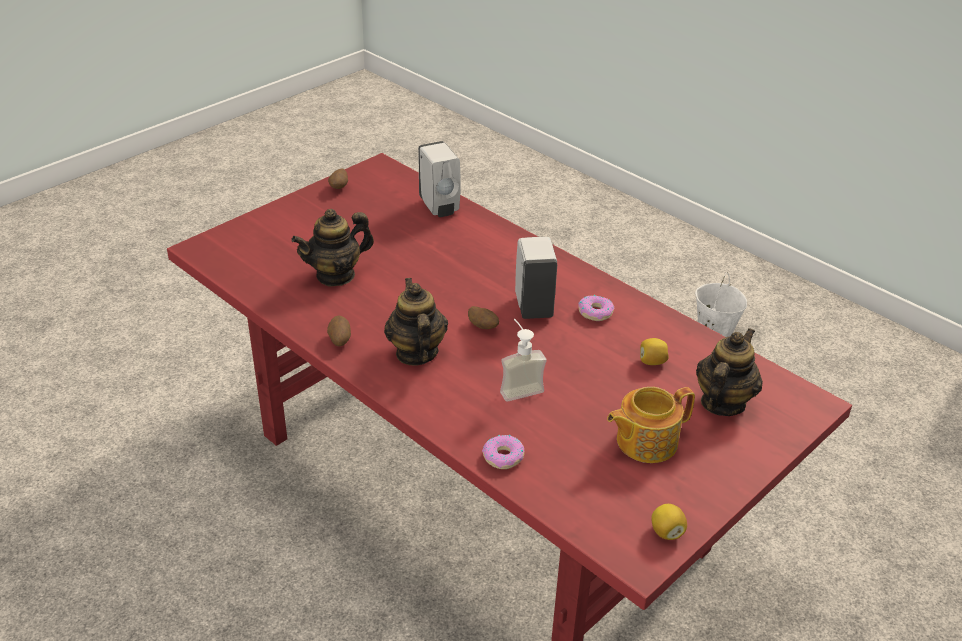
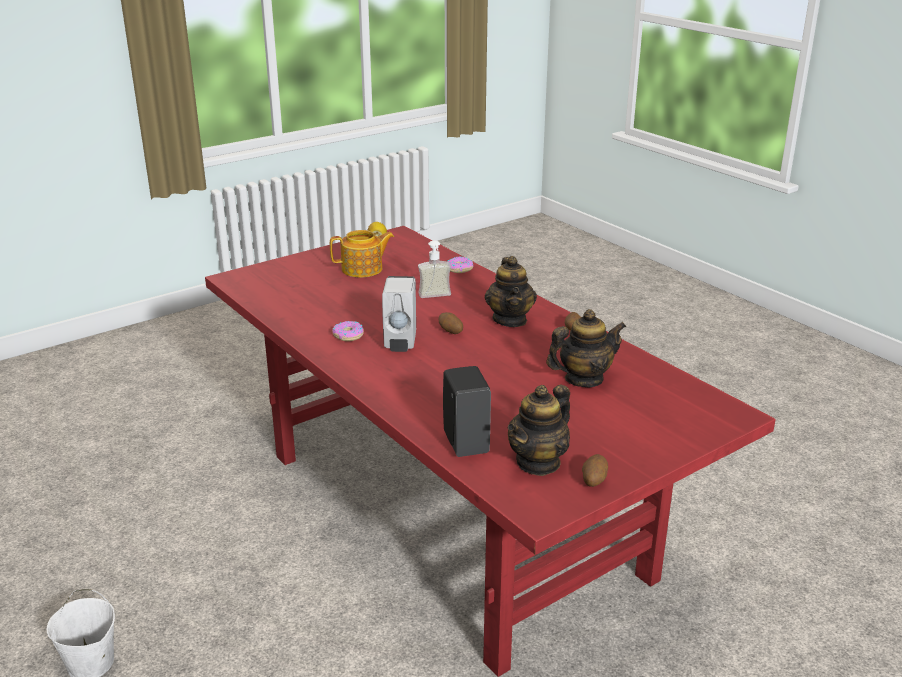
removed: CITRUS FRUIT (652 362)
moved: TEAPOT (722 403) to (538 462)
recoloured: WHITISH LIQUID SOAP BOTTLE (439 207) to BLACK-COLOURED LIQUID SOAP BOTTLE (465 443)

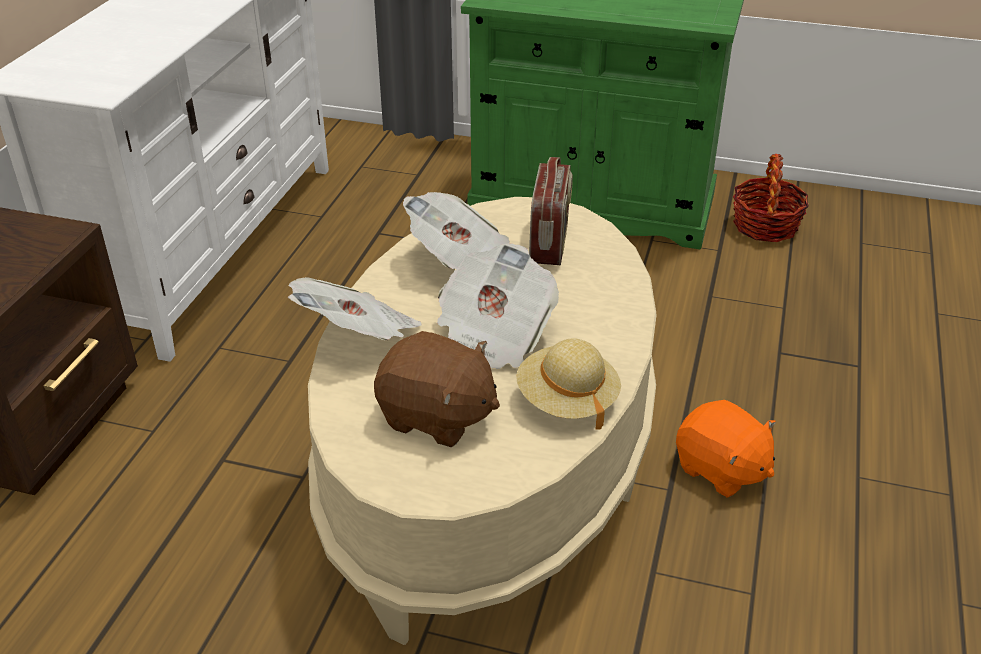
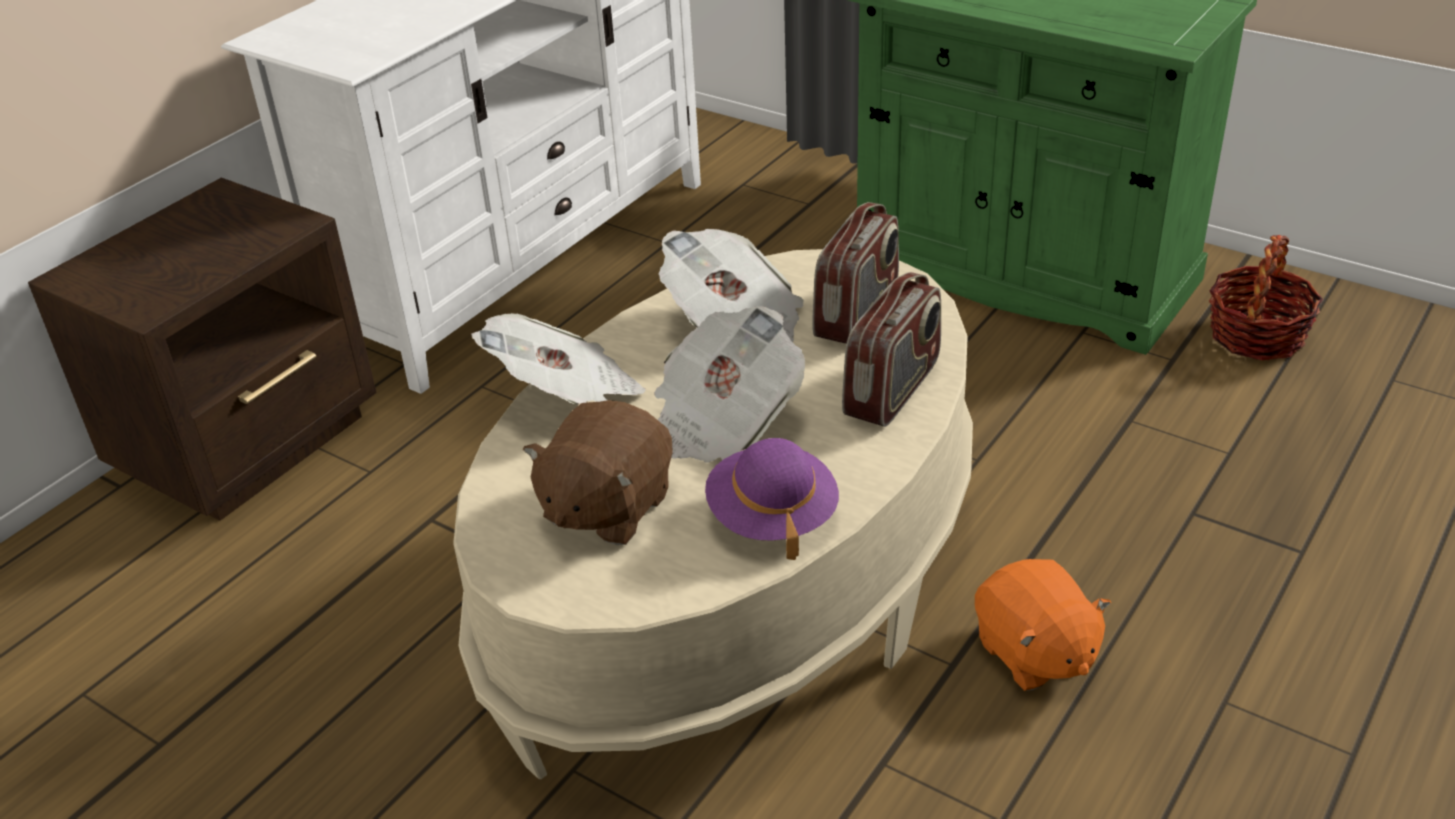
added: RADIO RECEIVER (893 389)
recoloured: BEIGE-COLOURED HAT (567 400) to PURPLE HAT (772 516)
turned: BROWN SOFT TOY (436 417) = (606 507) 75 degrees clockwise

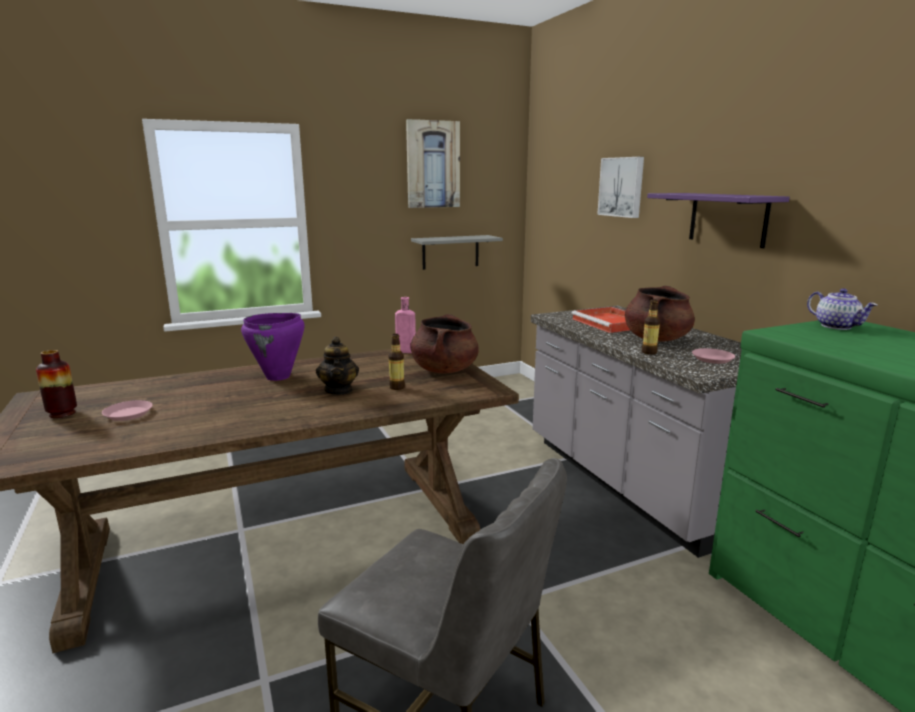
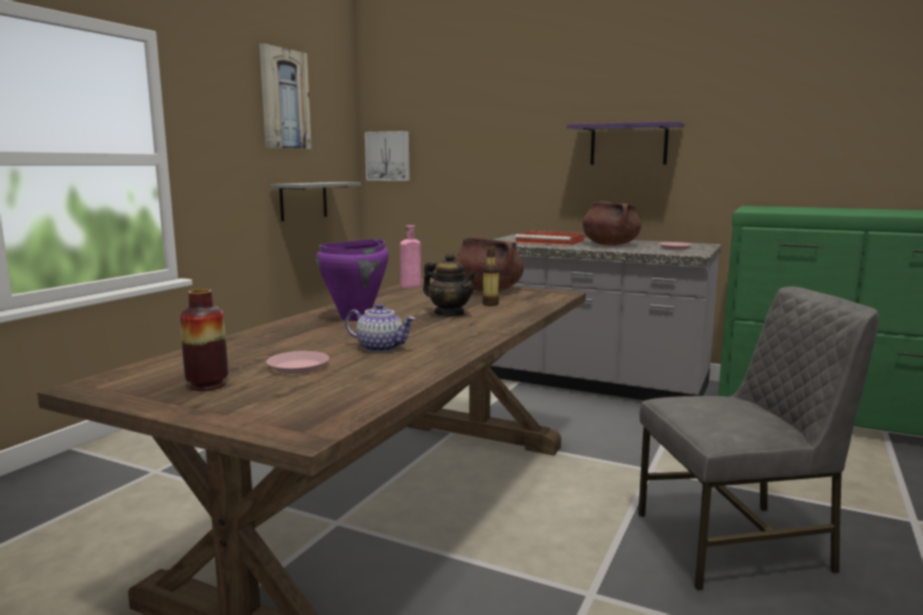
removed: BEVERAGE BOTTLE (649 352)
moved: WALL ART (622 187) to (388 156); TEAPOT (837 326) to (381 348)

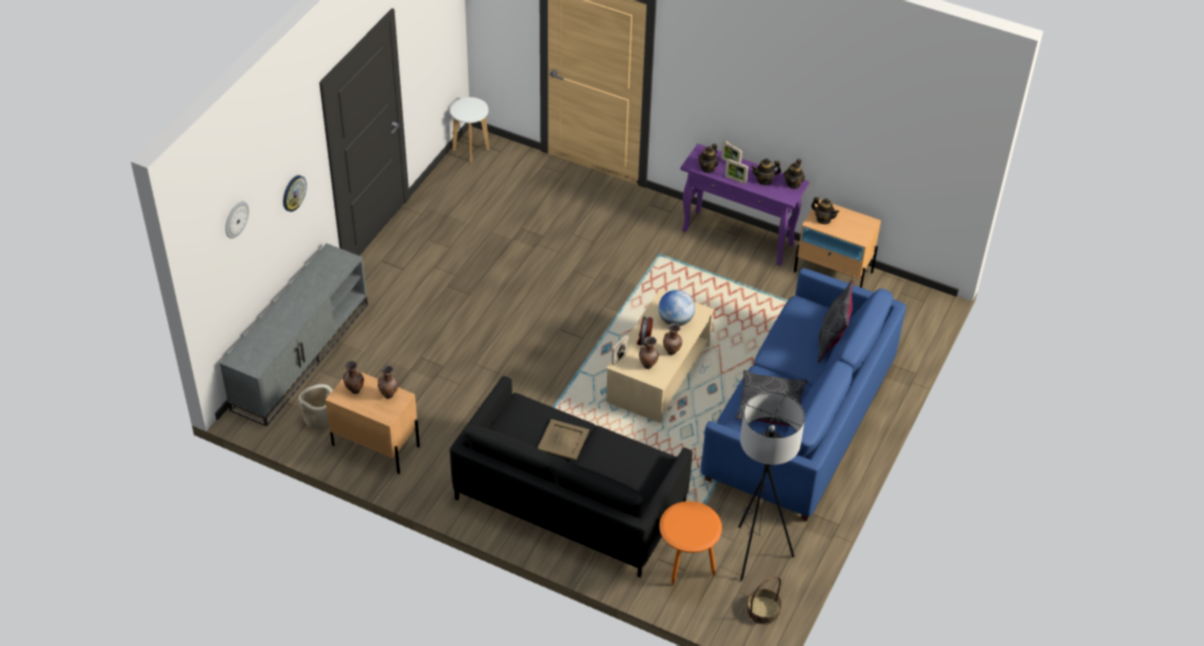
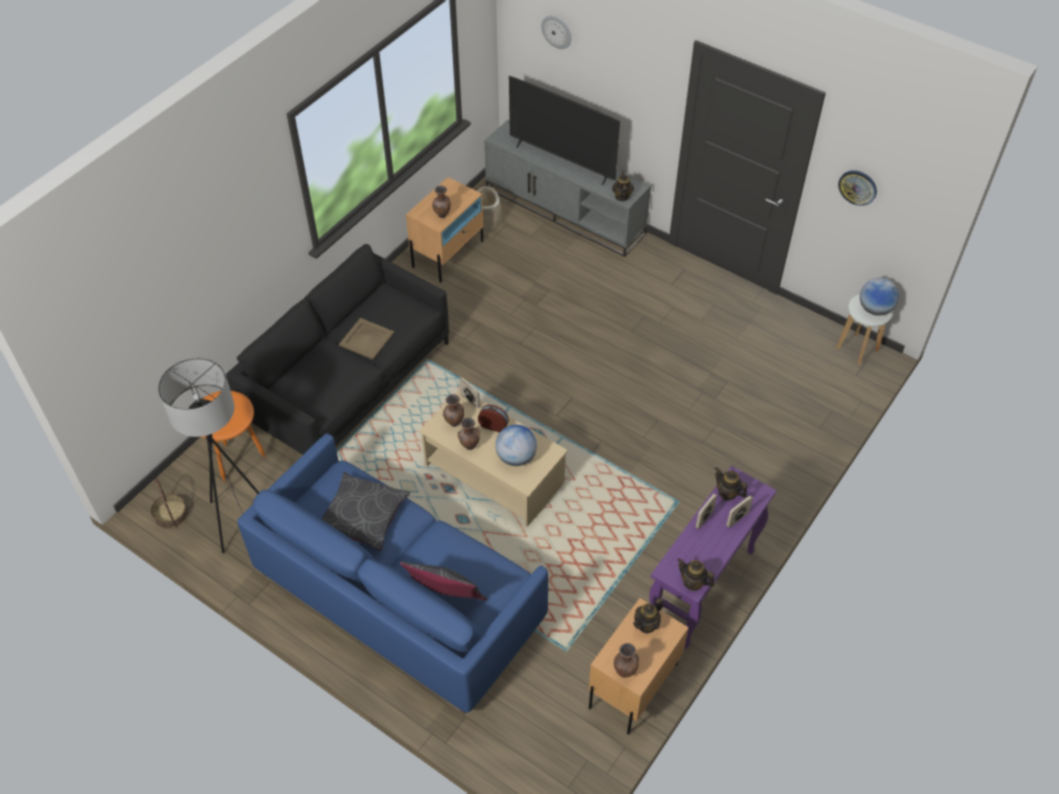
added: TV (562 162); GLOBE (875 309)
moved: TEAPOT (764 180) to (622 196); CLOCK ON THE WALL (293 193) to (858 187); BROWN VASE (354 390) to (624 671)

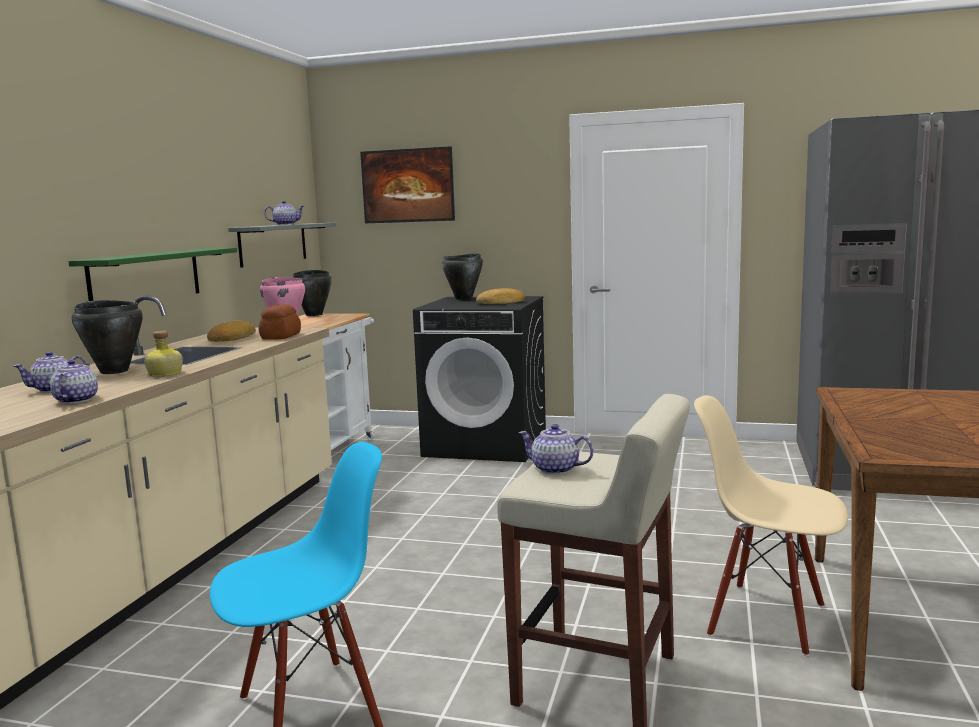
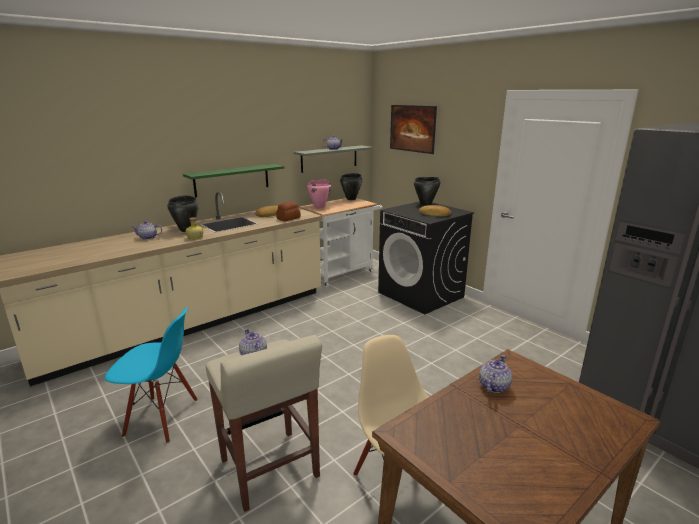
moved: TEAPOT (75 400) to (493 386)

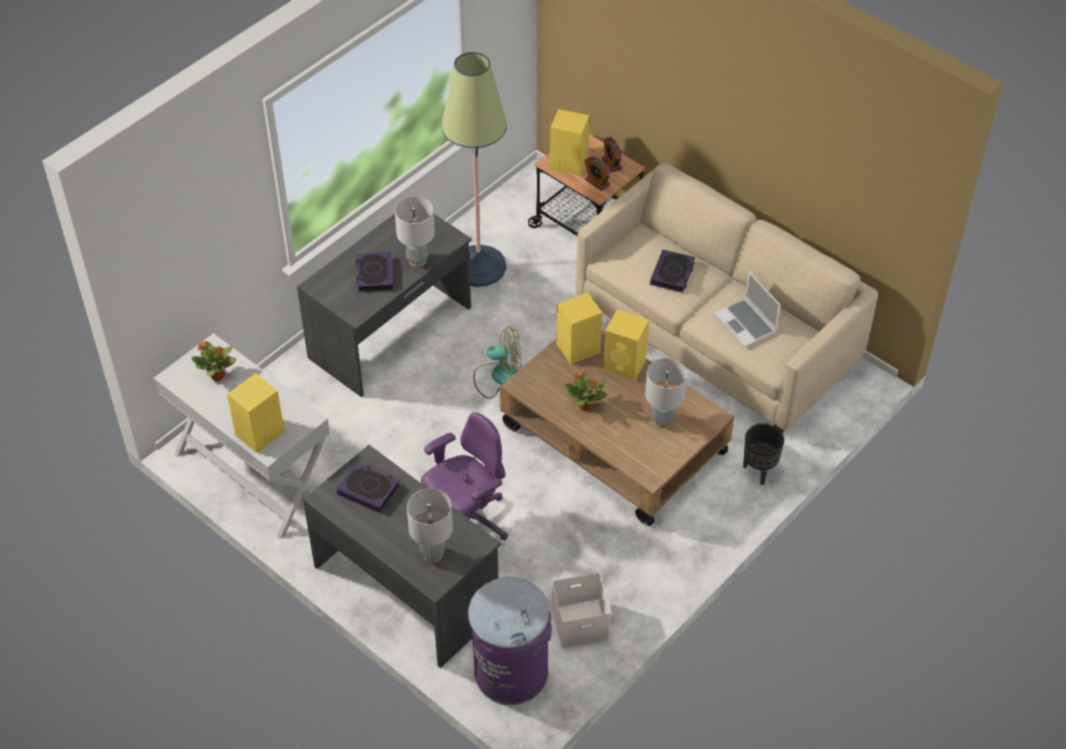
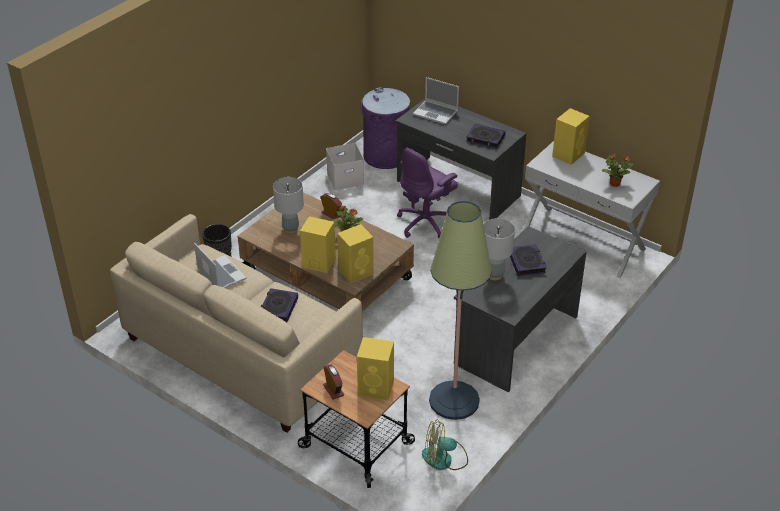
moved: ALARM CLOCK (597 182) to (331 214); ELECTRIC FAN (498 377) to (444 459)
replaced: GREYISH TABLE LAMP (432 554) to LAPTOP (436 113)

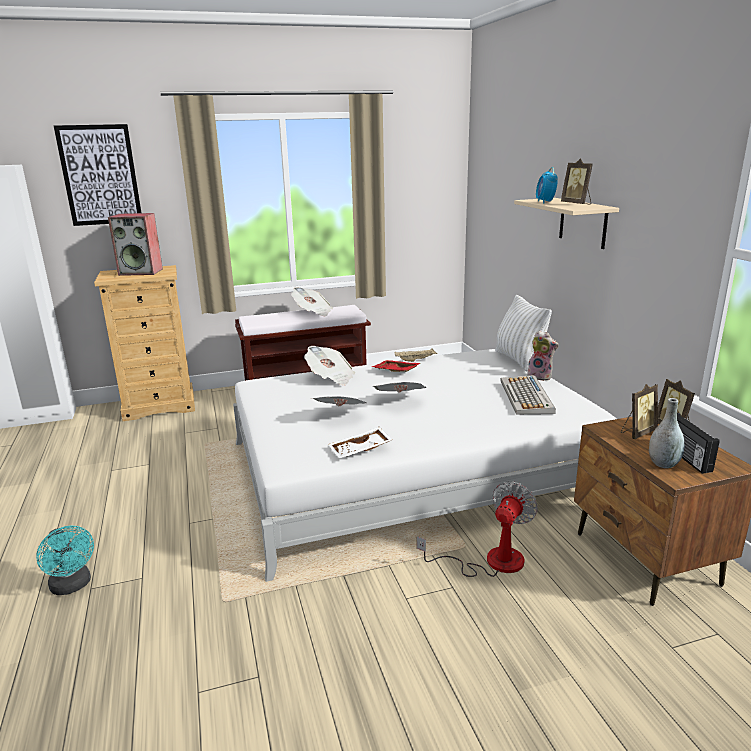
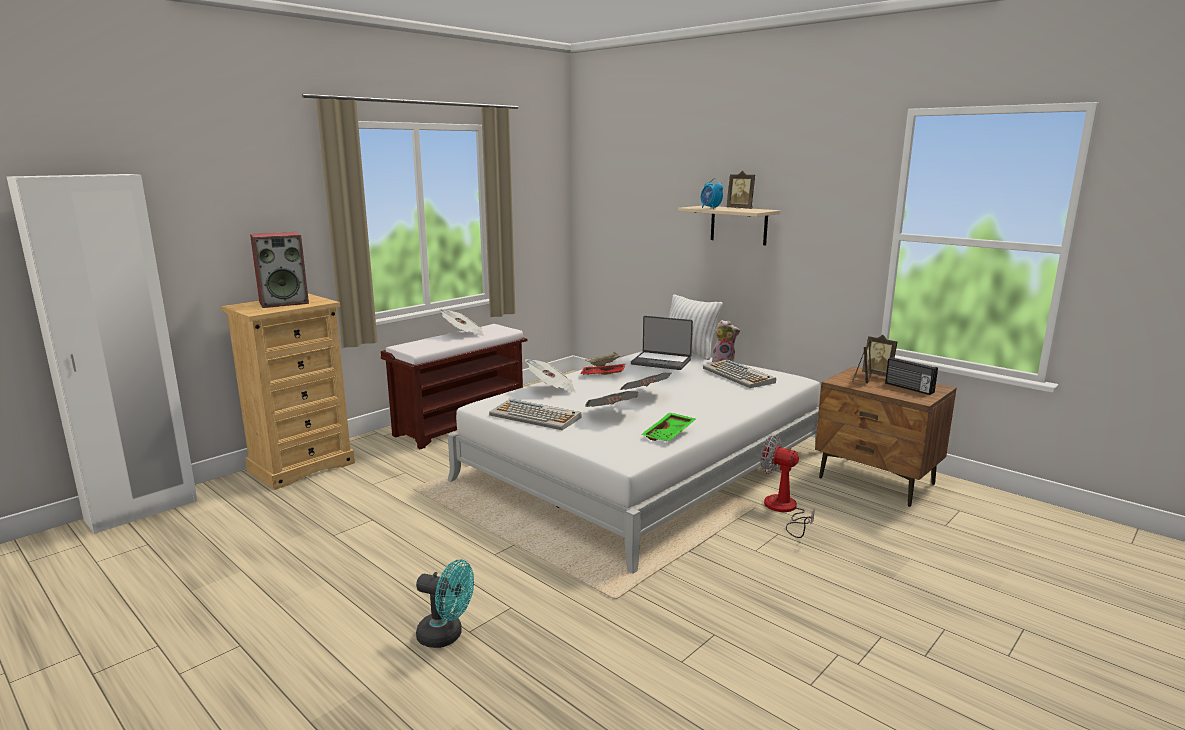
removed: WALL ART (100 175); GREYISH VASE (663 464)
added: LAPTOP (661 362); KEYBOARD (536 416)
recoloured: WHITISH CARRYING TRAY (360 450) to GREEN-COLOURED CARRYING TRAY (669 434)
turned: ELECTRIC FAN (491 562) = (784 510) 60 degrees counterclockwise

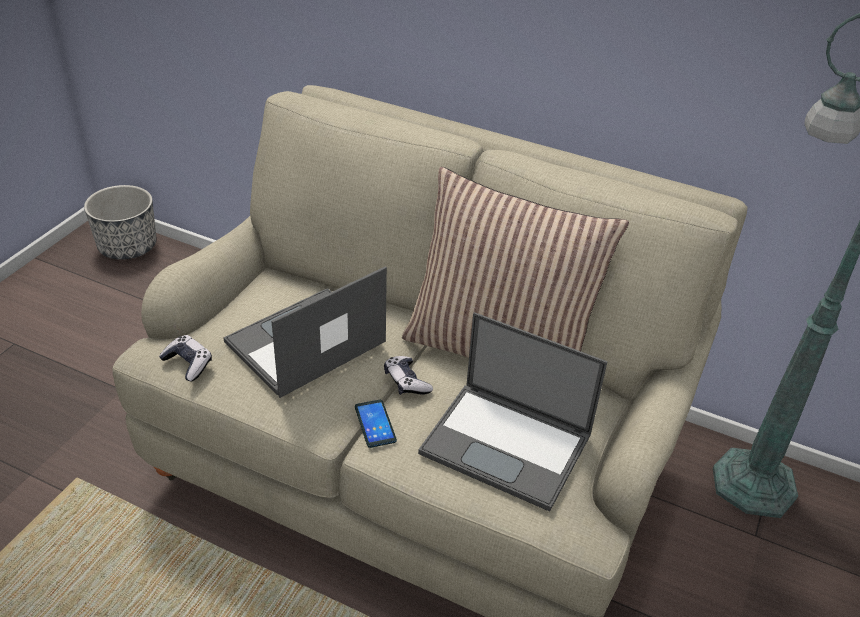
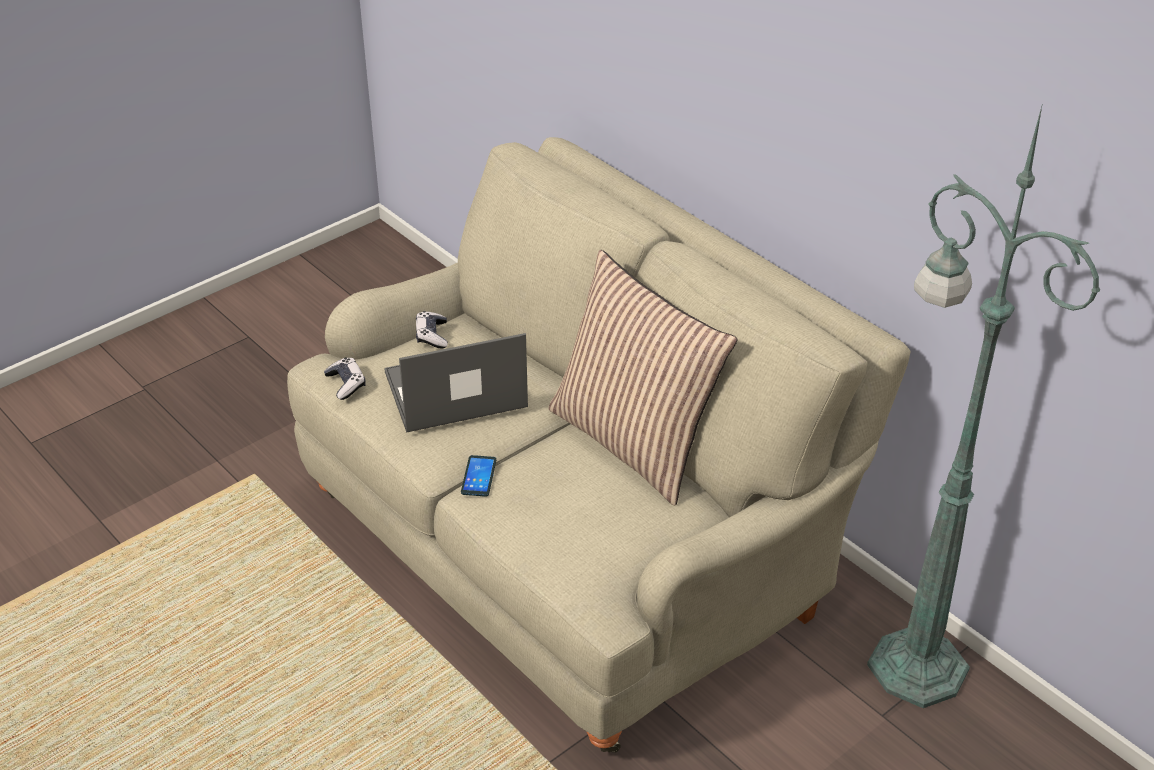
removed: FLOWER POT (128 246); LAPTOP (508 444)
moved: GAME CONTROLLER (406 382) to (432 336)

